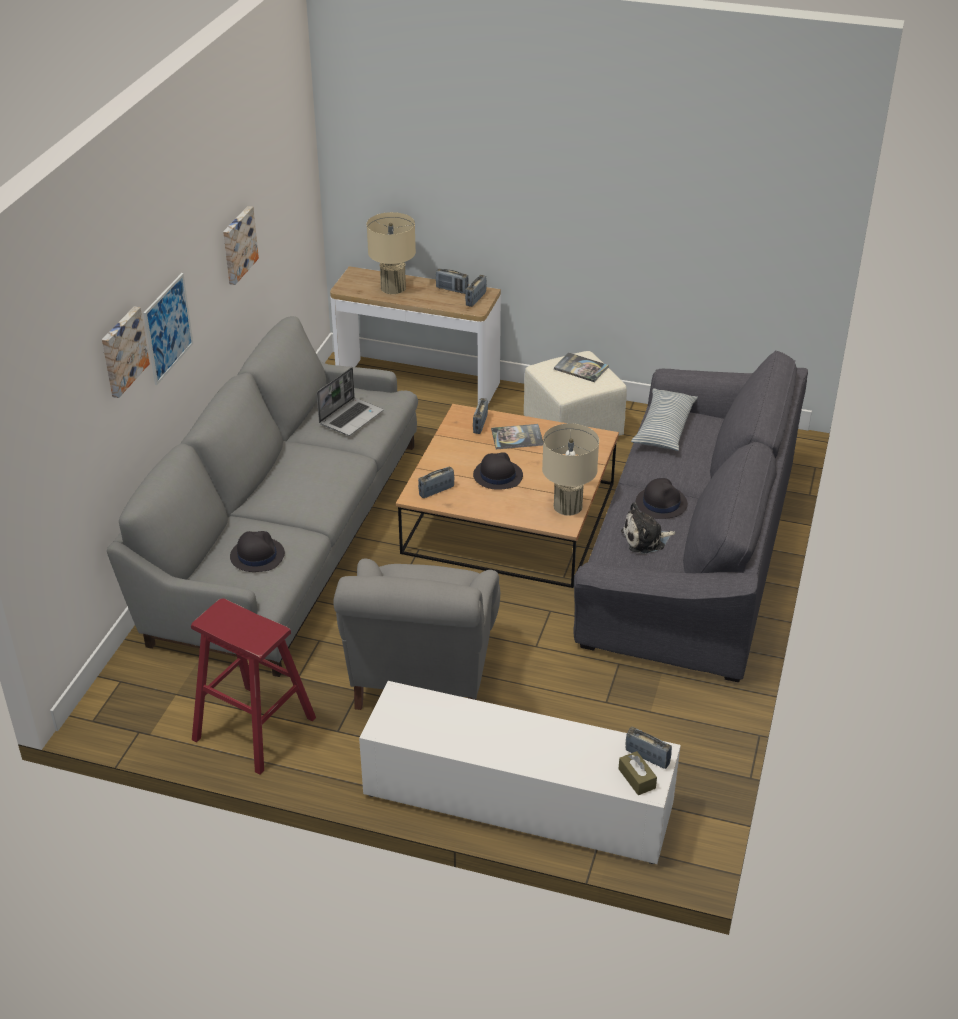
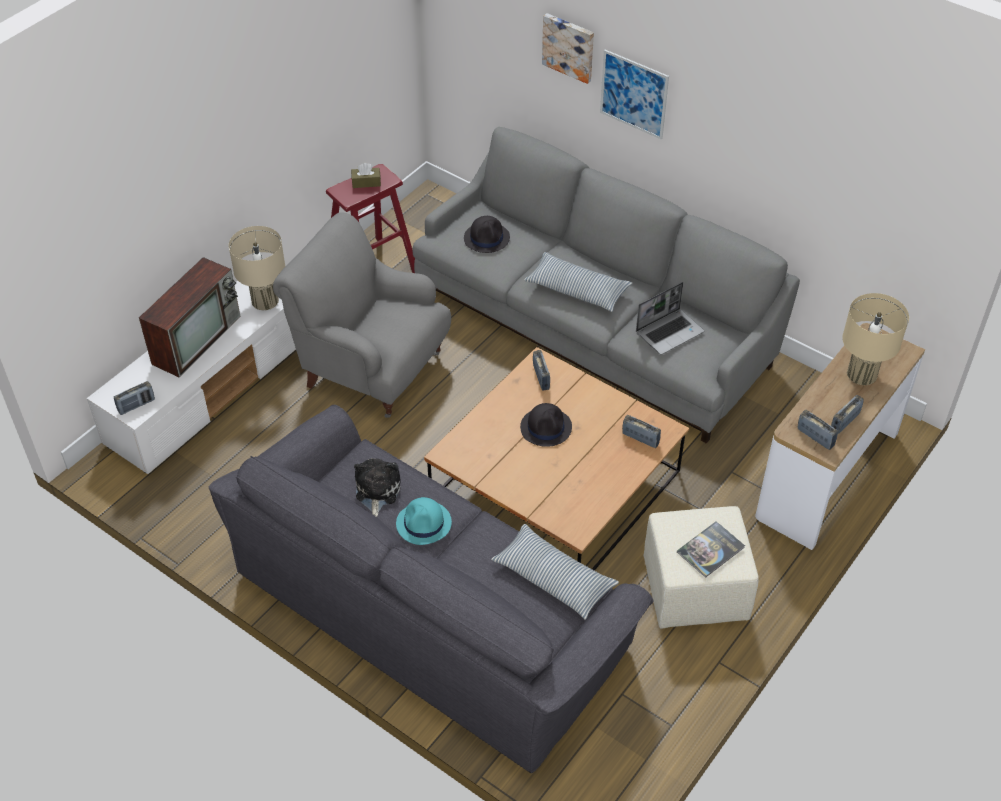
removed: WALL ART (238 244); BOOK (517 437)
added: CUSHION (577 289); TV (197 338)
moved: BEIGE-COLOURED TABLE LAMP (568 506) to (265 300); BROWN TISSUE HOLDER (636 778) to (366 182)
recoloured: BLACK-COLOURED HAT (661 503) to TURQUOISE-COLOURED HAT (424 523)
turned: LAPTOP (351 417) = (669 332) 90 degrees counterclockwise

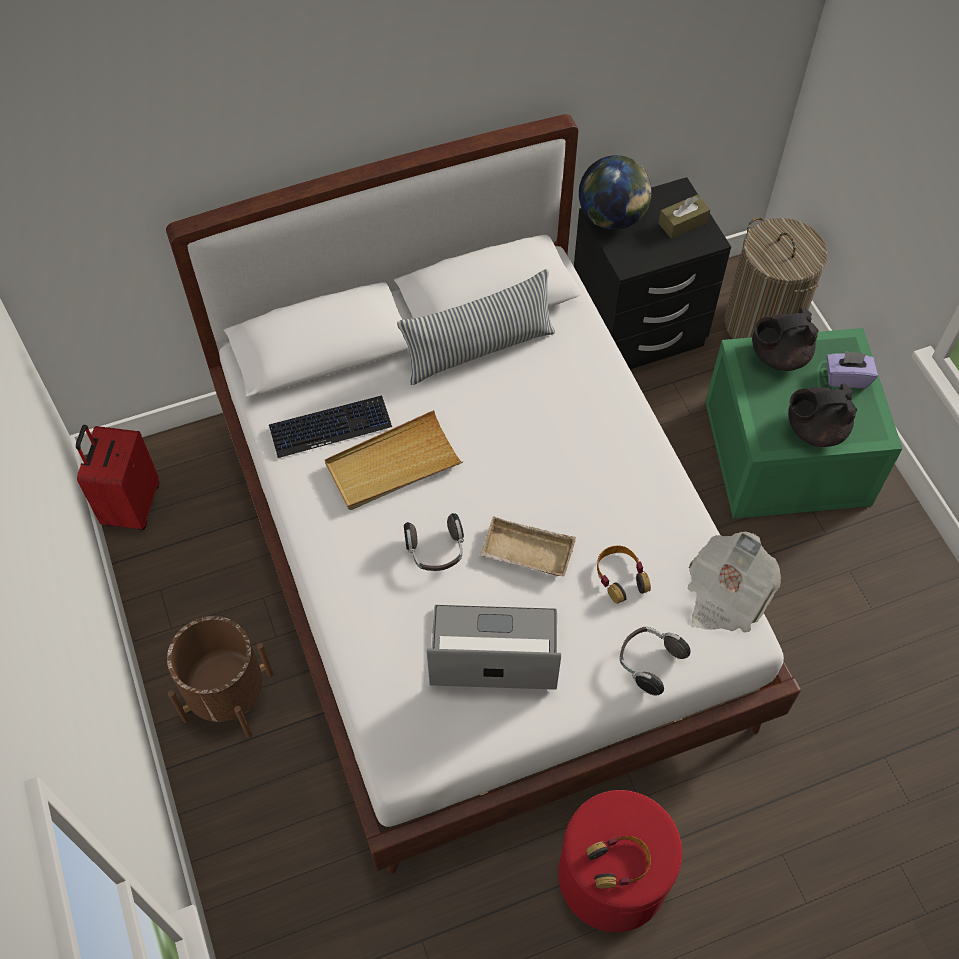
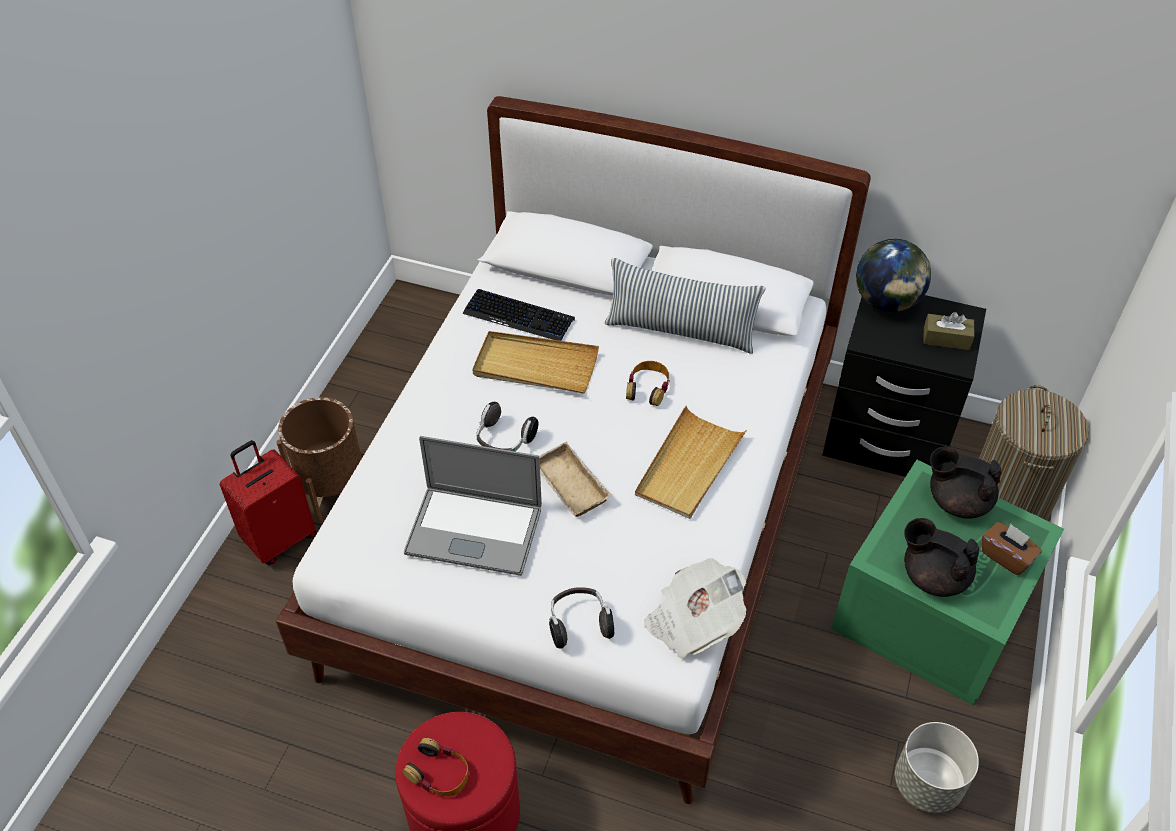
added: BEIGE-COLOURED CARRYING TRAY (688 466); GREYISH FLOWER POT (928 784)
moved: RED TRAVEL CASE (131 506) to (279 538); HEADPHONES (620 577) to (647 388)
recoloured: PURPLE TISSUE HOLDER (846 378) to BROWN TISSUE HOLDER (1006 556)
turned: LAPTOP (494 649) = (474 530) 150 degrees clockwise

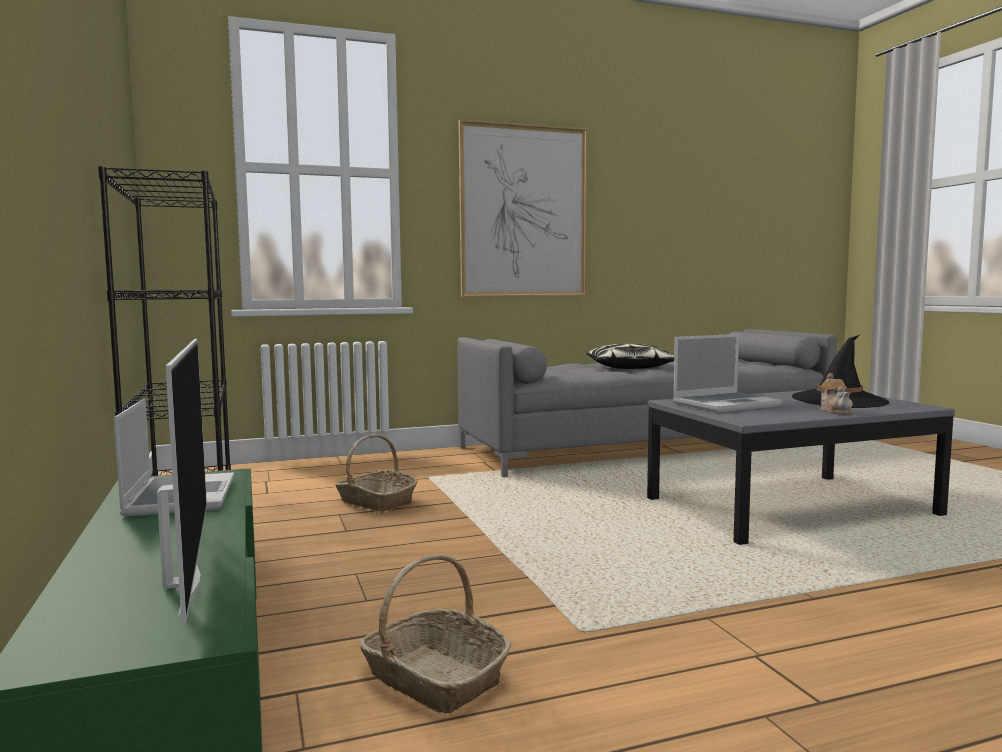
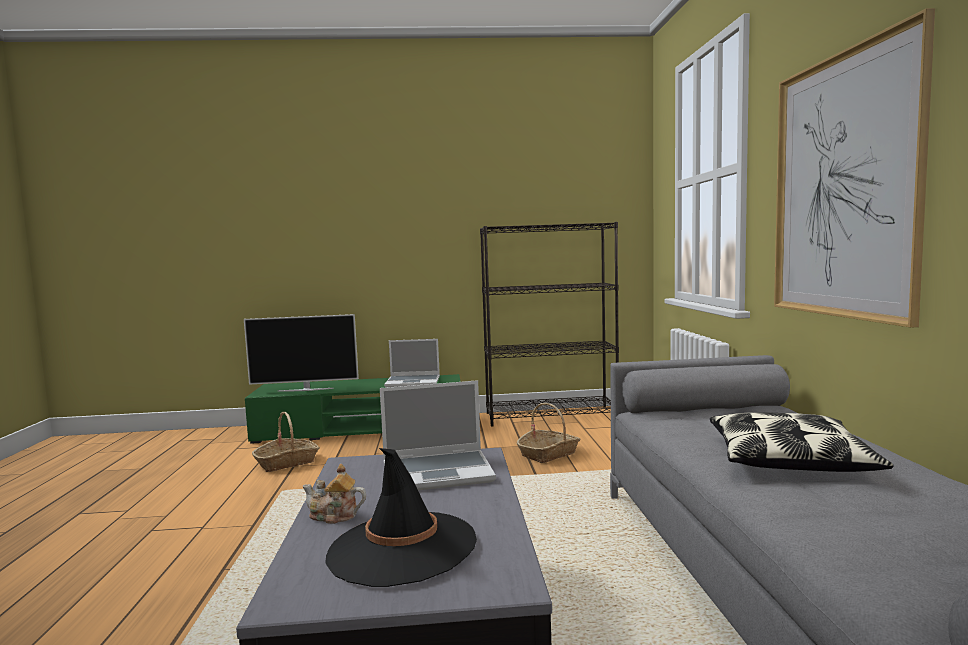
turned: LAPTOP (726 404) = (438 472) 90 degrees counterclockwise

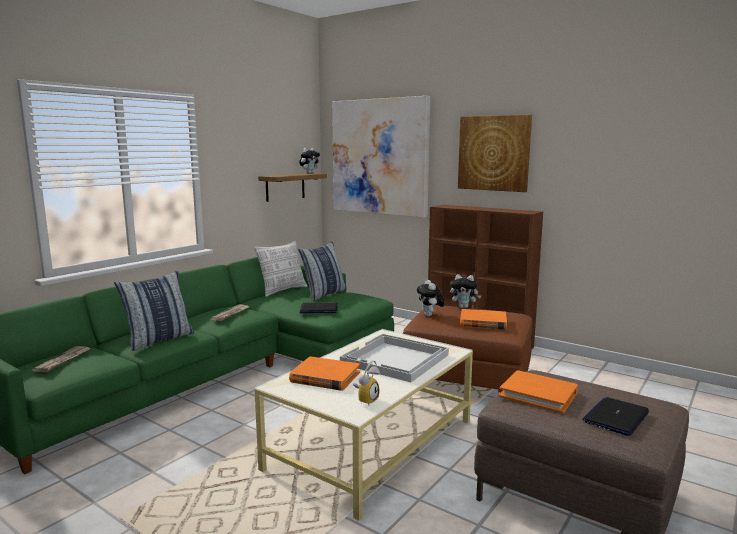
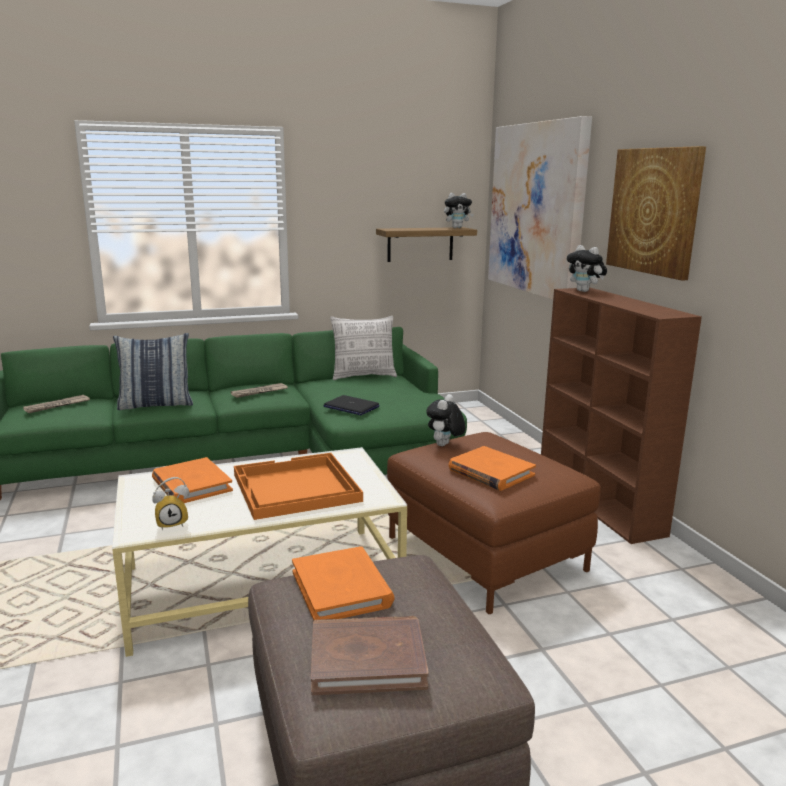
removed: CUSHION (324 294)
moved: SOFT TOY (464 307) to (585 291)
replaced: LAPTOP (616 417) to BROWN BOOK (367 659)
recoloured: WHITISH CARRYING TRAY (395 359) to ORANGE-COLOURED CARRYING TRAY (295 488)

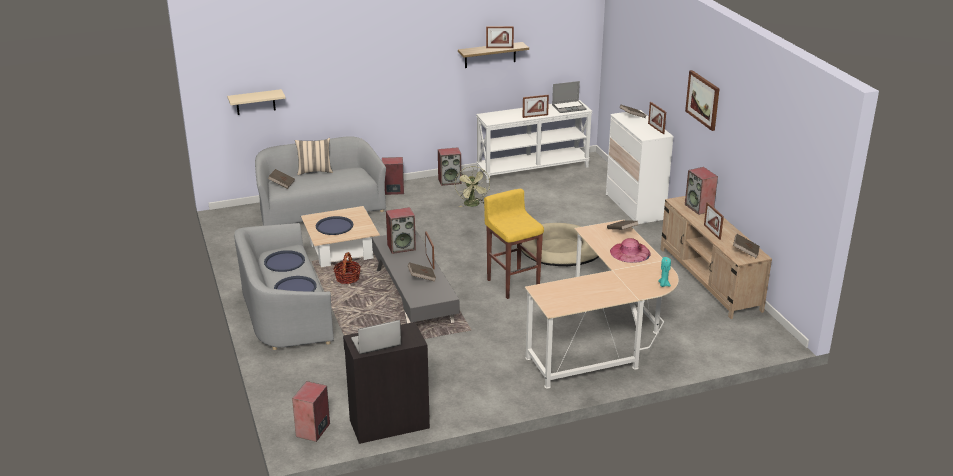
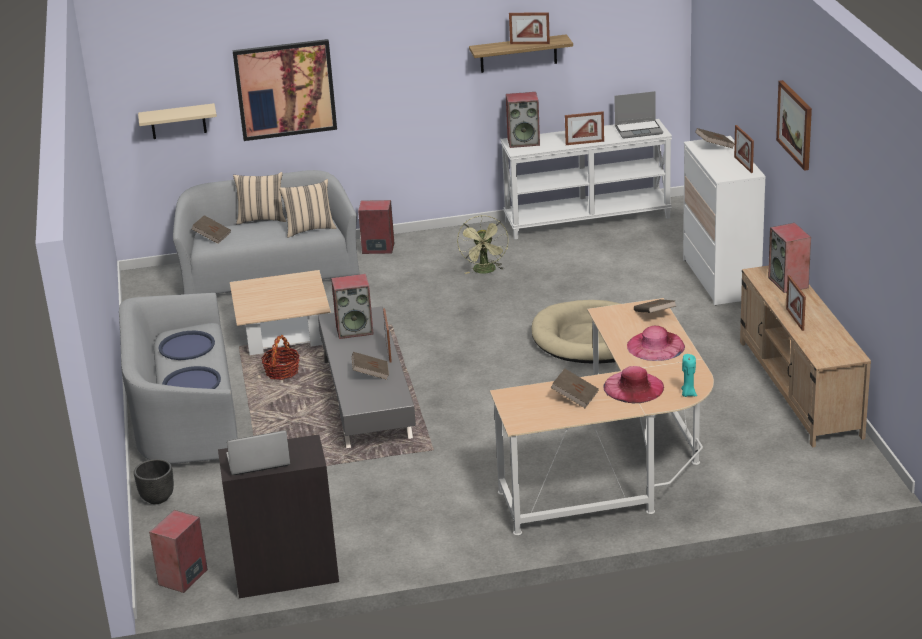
removed: YELLOW SITTING STOOL (513 284); BLUE CARRYING TRAY (334 226)
added: WALL ART (285 89); BEIGE-COLOURED CUSHION (309 229); PINK-COLOURED HAT (633 387); BLACK-COLOURED FLOWER POT (157 498)
moved: LOUDSPEAKER (450 181) to (524 141); BROWN BOOK (745 252) to (575 397)

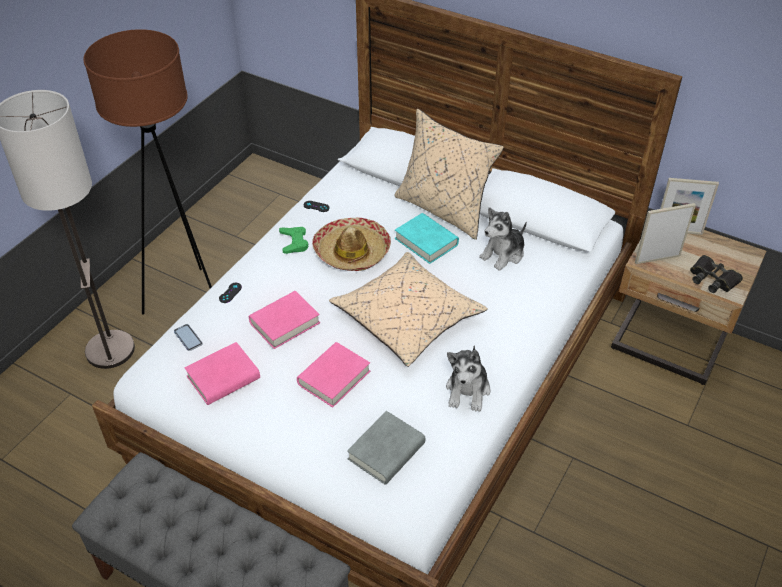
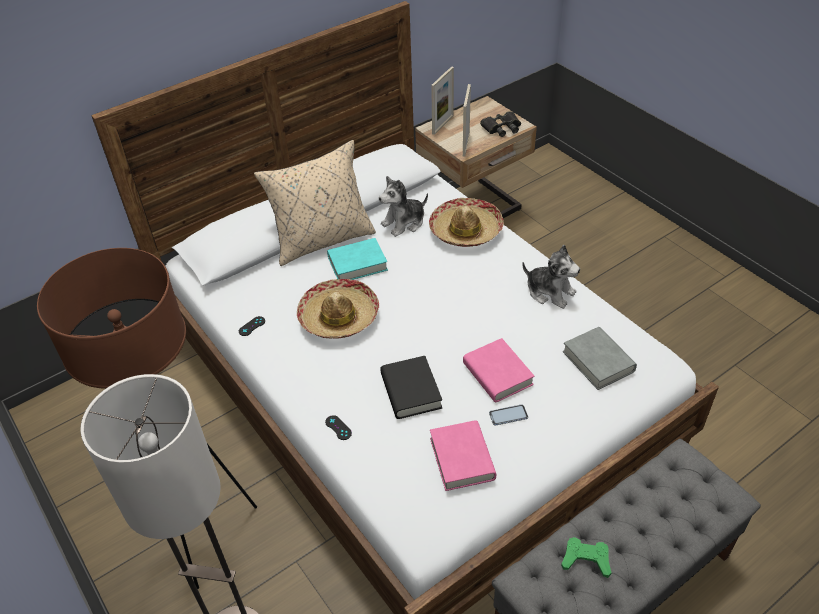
removed: BEIGE-COLOURED CUSHION (407 318)
added: HAT (465 230)
moved: GREEN-COLOURED GAME CONTROLLER (294 242) to (586 559); HANDSET (188 338) to (508 415)
recoloured: PINK-COLOURED BOOK (284 323) to BLACK-COLOURED BOOK (411 391)
turned: SOFT TOY (503 254) = (404 223) 75 degrees clockwise

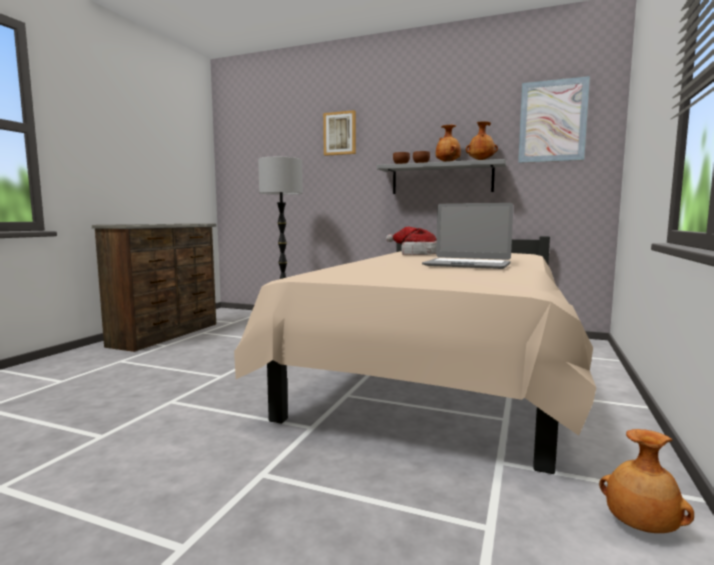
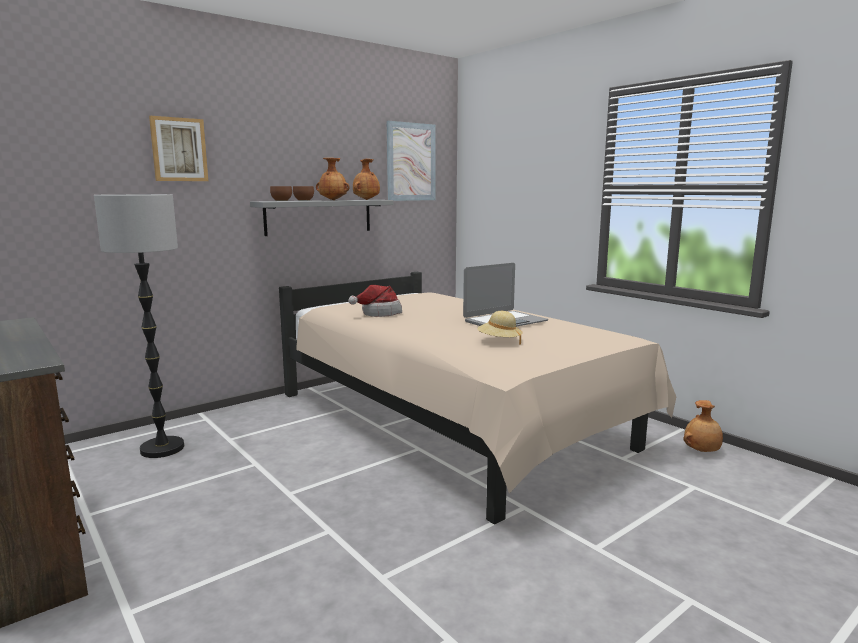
added: BEIGE-COLOURED HAT (499 341)

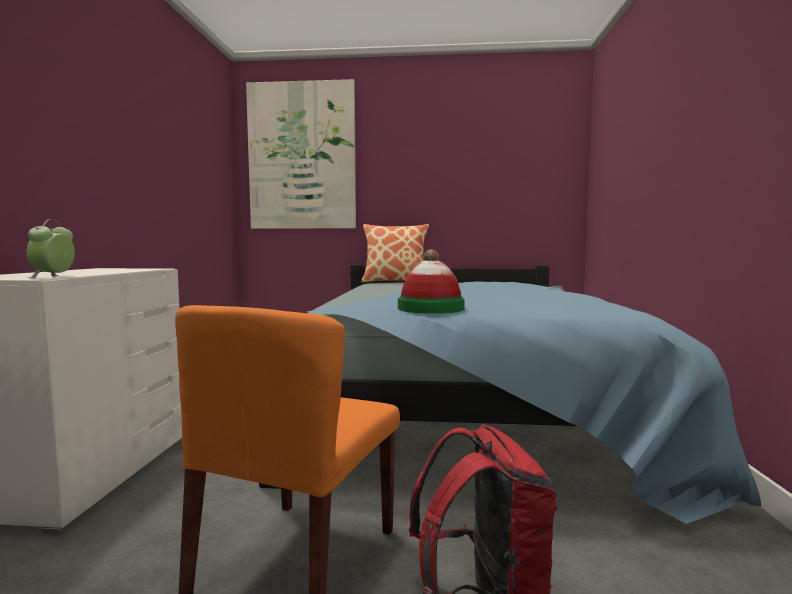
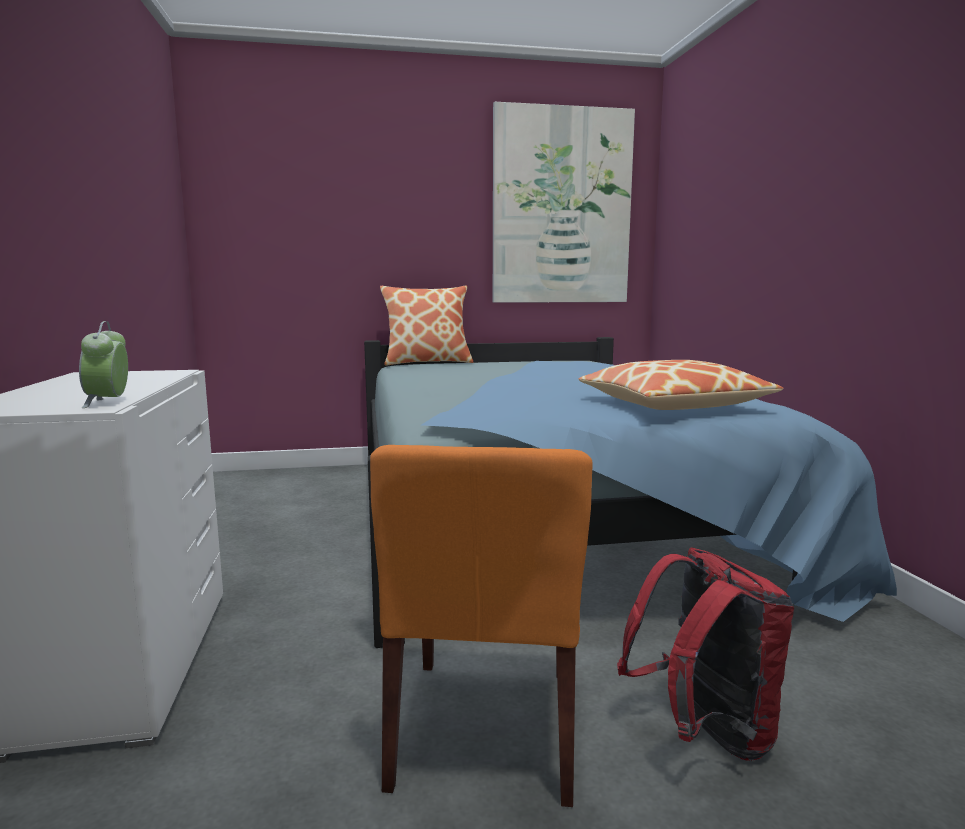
removed: HAT (430 308)
added: CUSHION (673 405)
moved: WALL ART (302 156) to (561 207)

